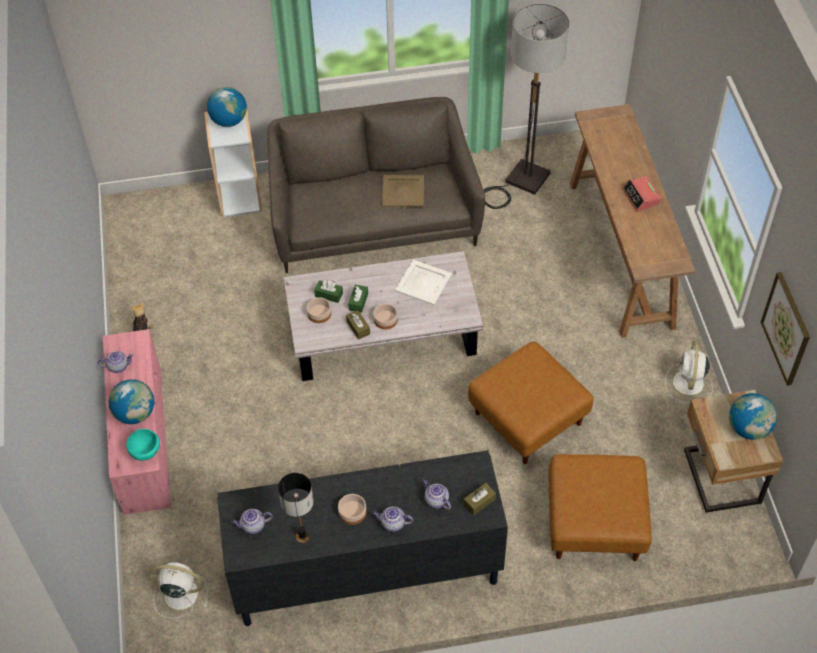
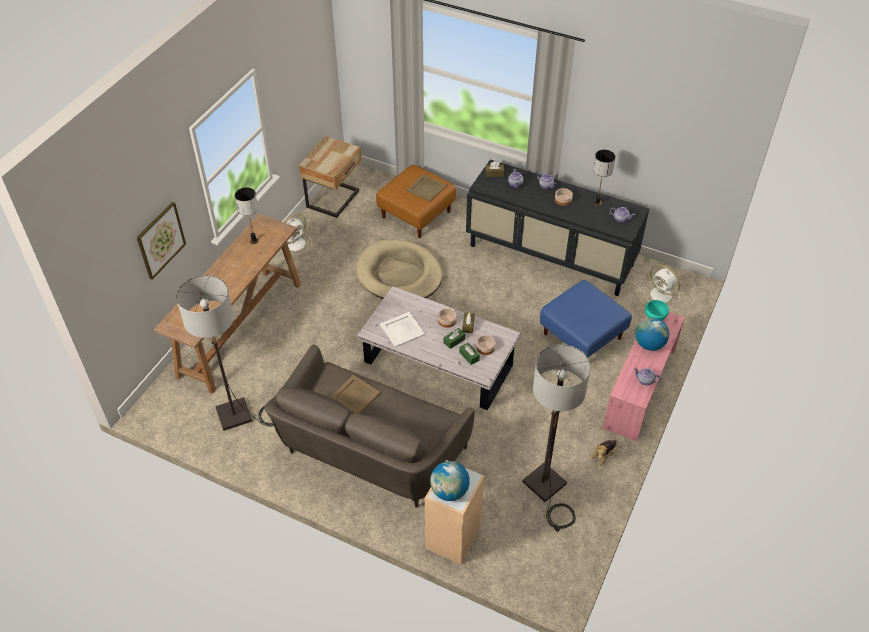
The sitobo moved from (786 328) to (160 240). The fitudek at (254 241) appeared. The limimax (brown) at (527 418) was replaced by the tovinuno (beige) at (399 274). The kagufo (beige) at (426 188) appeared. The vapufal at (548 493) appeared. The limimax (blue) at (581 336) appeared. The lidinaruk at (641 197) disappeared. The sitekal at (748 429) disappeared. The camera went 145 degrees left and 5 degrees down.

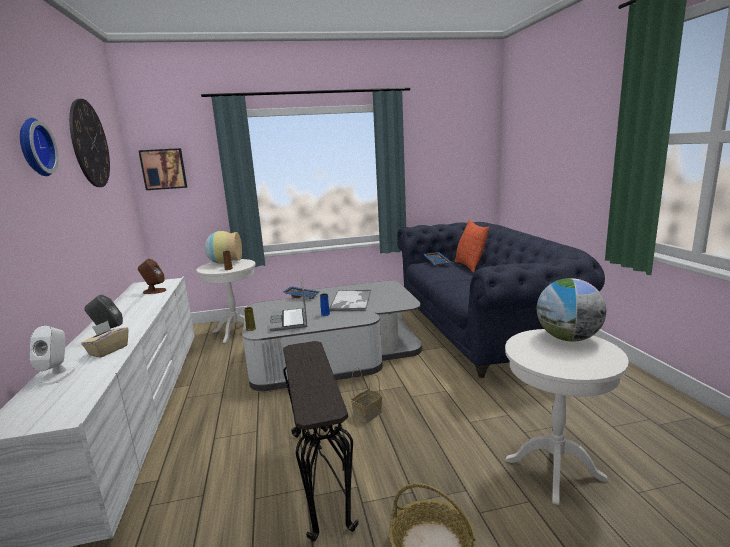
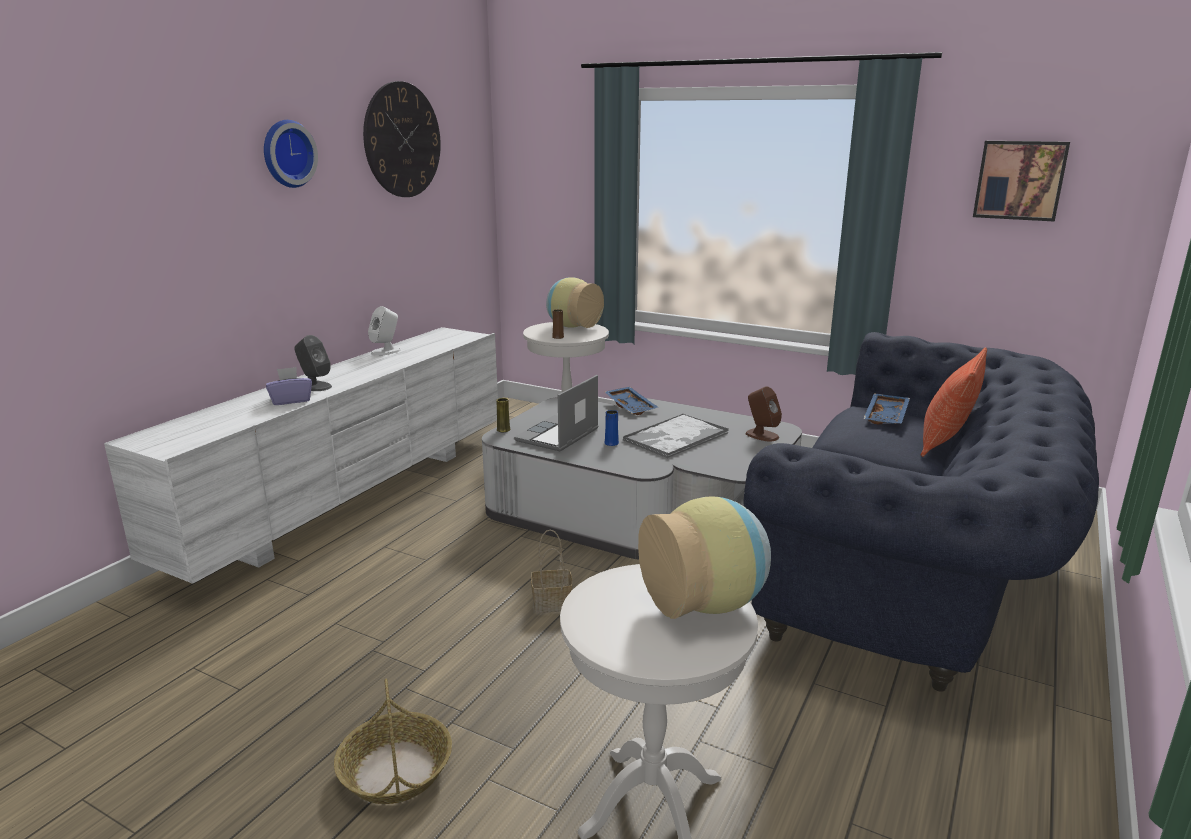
The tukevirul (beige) at (108 350) became the tukevirul (purple) at (291 400). The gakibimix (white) moved from (57 375) to (386 351). The sitekal at (568 338) was replaced by the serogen at (707 604). The gakibimix (brown) moved from (154 291) to (761 435). The sitobo moved from (164 169) to (1020 180). The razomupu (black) at (320 476) disappeared. The camera went 40 degrees right and 5 degrees up.

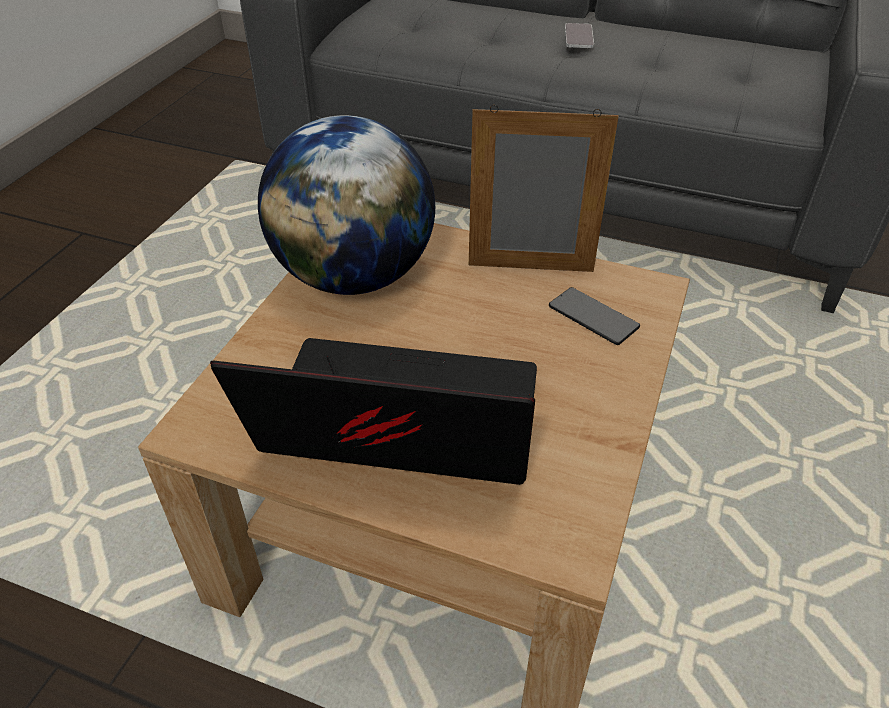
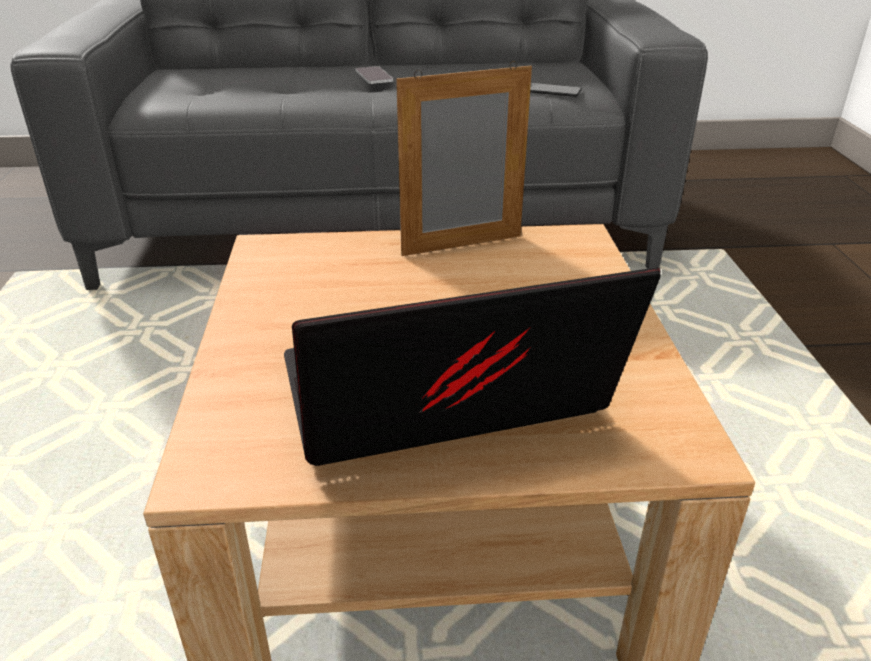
The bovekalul moved from (593 317) to (551 91). The sitekal at (354 276) disappeared. The camera went 25 degrees left and 10 degrees down.

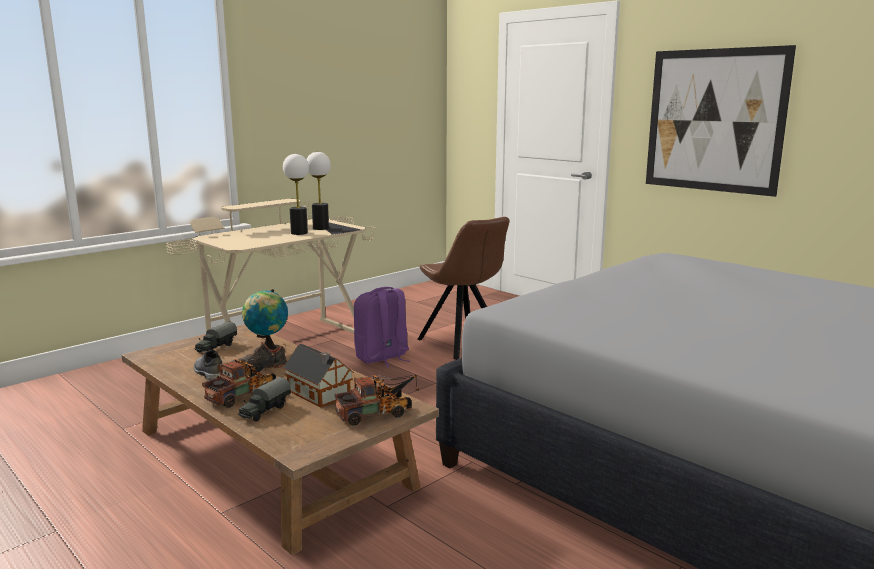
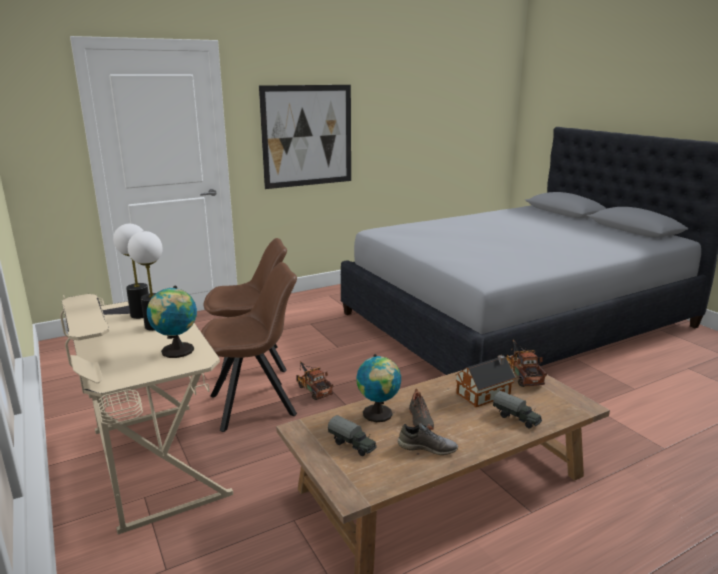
The sitekal at (176 352) appeared. The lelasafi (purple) at (382 358) was replaced by the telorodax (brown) at (253 405). The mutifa moved from (246 394) to (312 389). The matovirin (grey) at (208 373) turned 150 degrees counterclockwise. The camera went 75 degrees left and 5 degrees up.

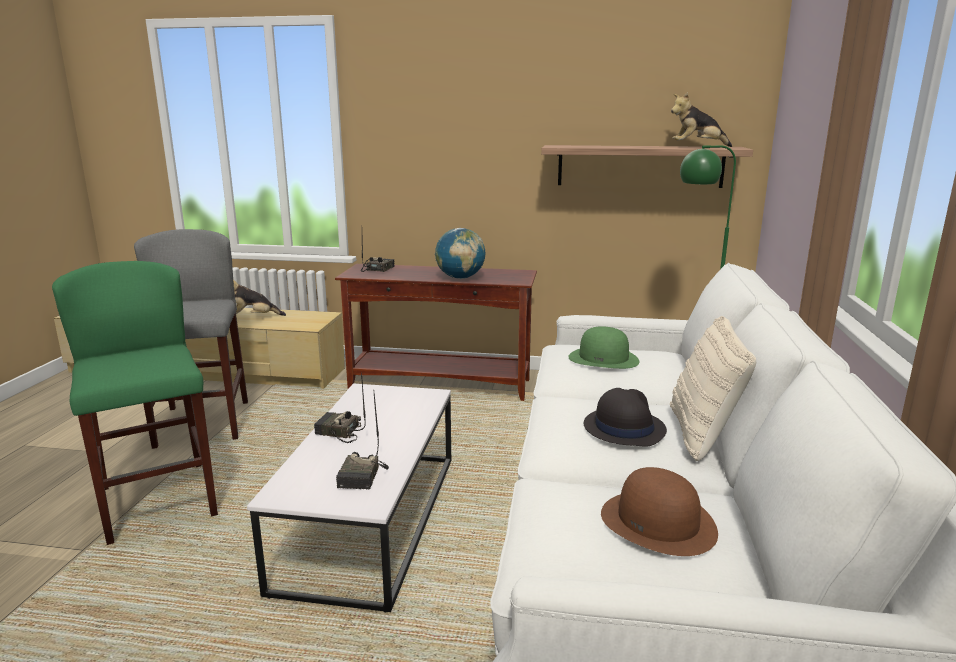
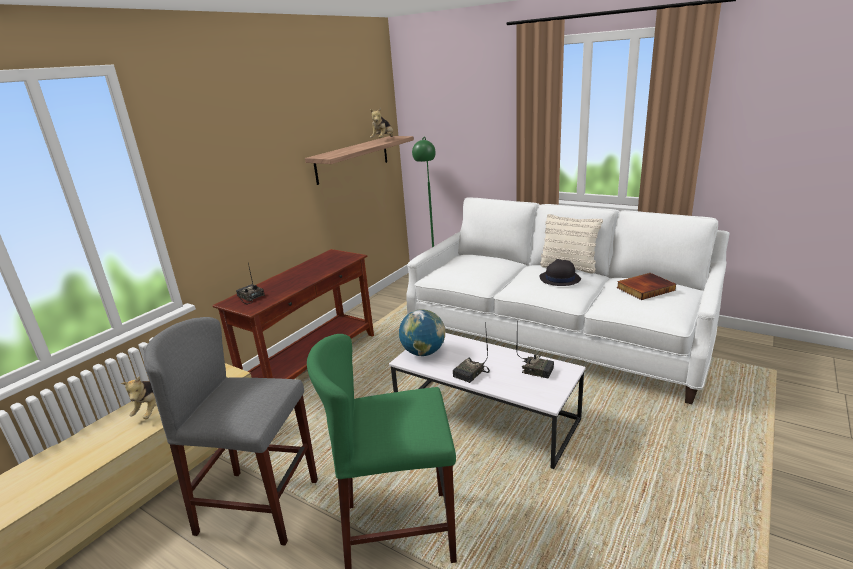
The sitekal moved from (460 278) to (423 353). The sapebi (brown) at (658 522) was replaced by the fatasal at (645 288). The sapebi (green) at (604 358) disappeared. The camera went 65 degrees left and 5 degrees up.

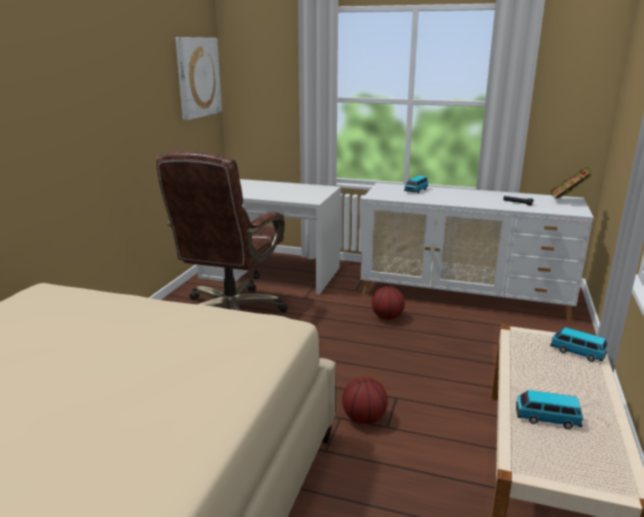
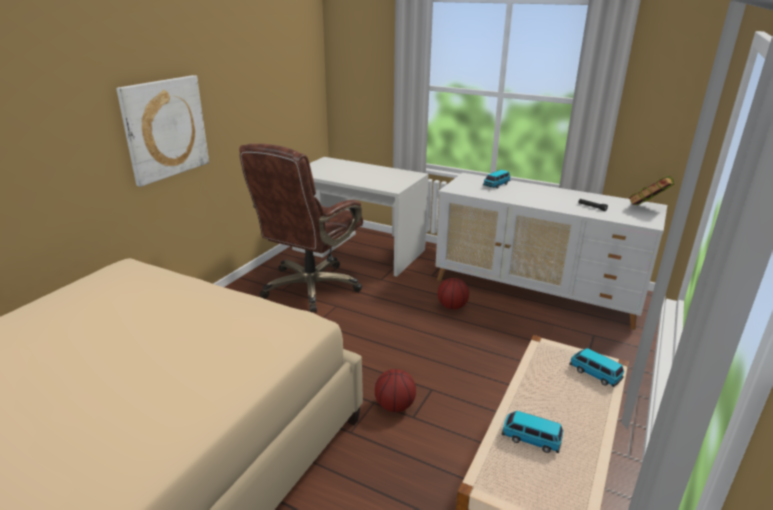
The sitobo moved from (198 77) to (165 128). The camera went 10 degrees right and 5 degrees up.

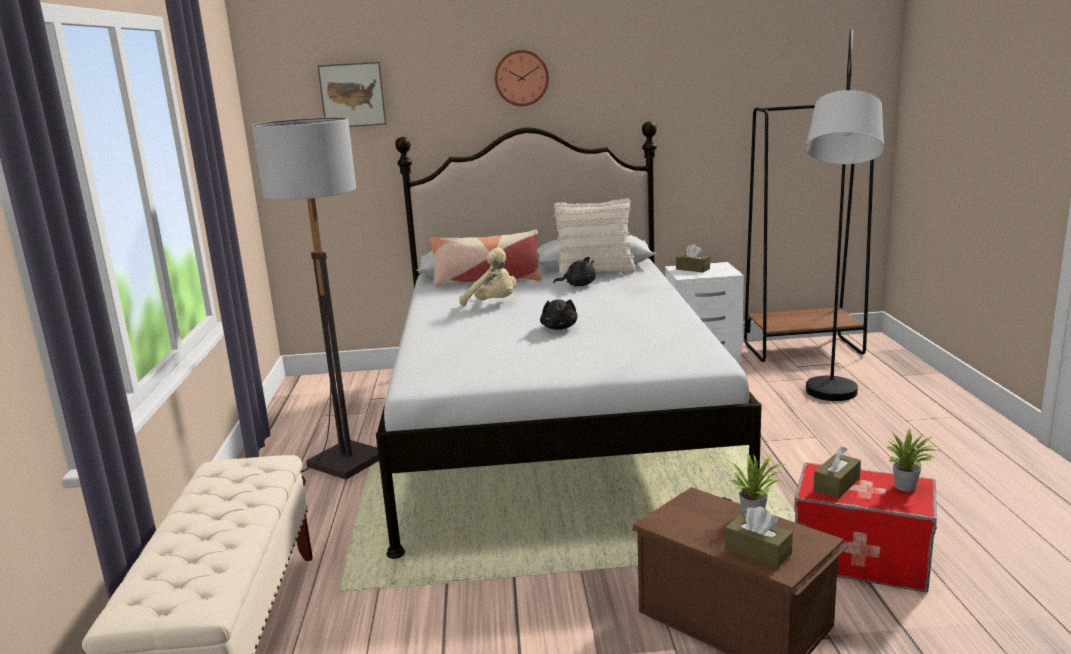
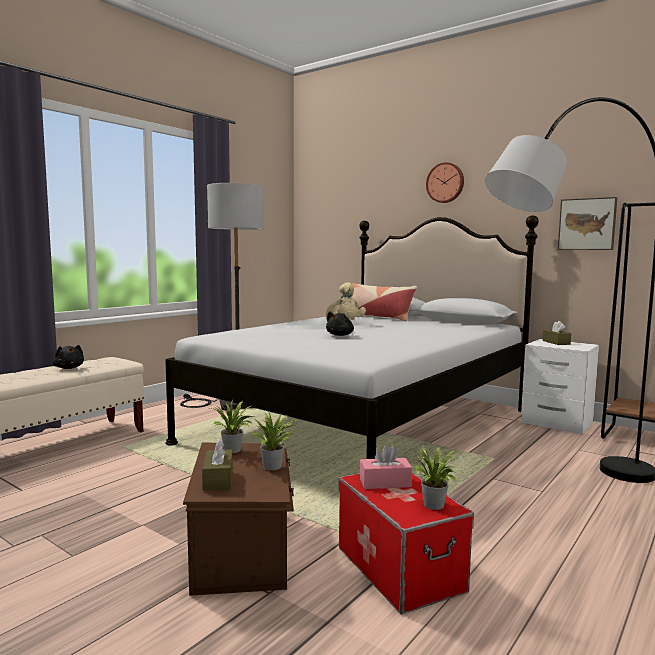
The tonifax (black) moved from (578 285) to (69 368). The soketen at (233 451) appeared. The tukevirul (brown) at (836 485) became the tukevirul (pink) at (385 483). The sitobo moved from (353 95) to (587 224). The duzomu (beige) at (596 273) disappeared. The camera went 40 degrees right and 10 degrees down.

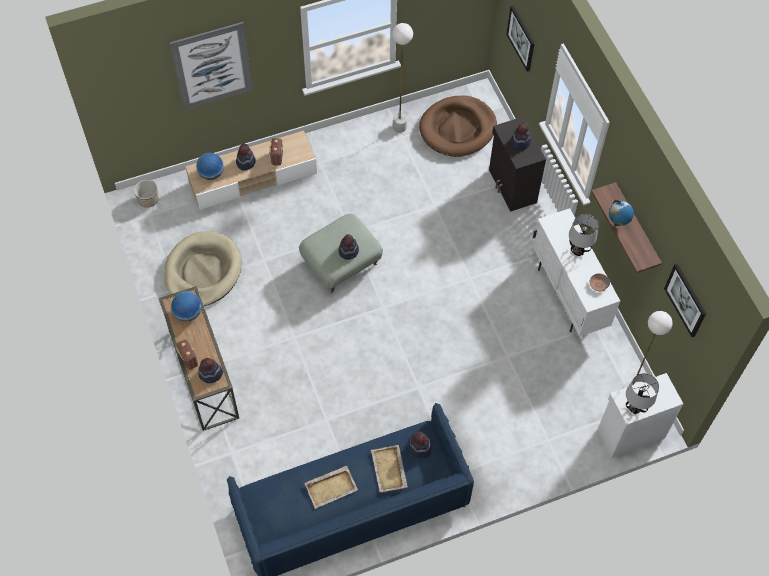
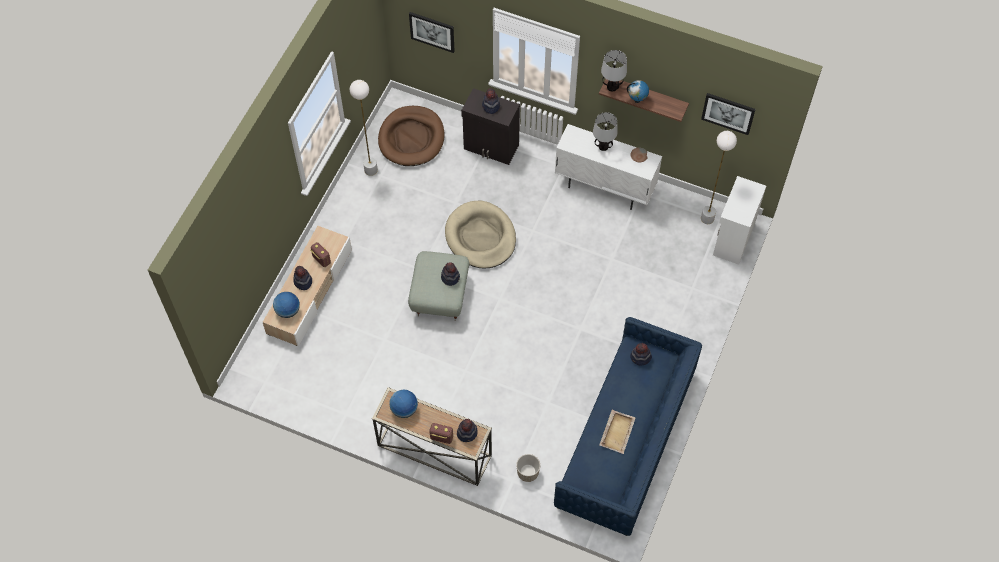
The tovinuno (beige) moved from (203 271) to (480 237). The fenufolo moved from (148 200) to (528 472). The fitudek moved from (635 408) to (612 87). The sitobo at (212 66) disappeared. The kagufo (beige) at (389 469) disappeared. The camera went 45 degrees left and 0 degrees up.

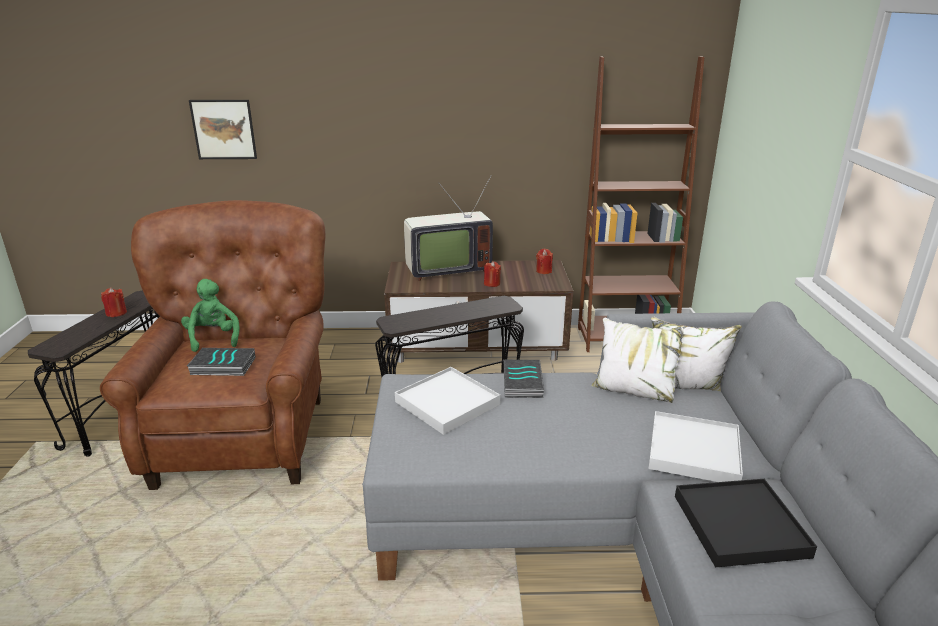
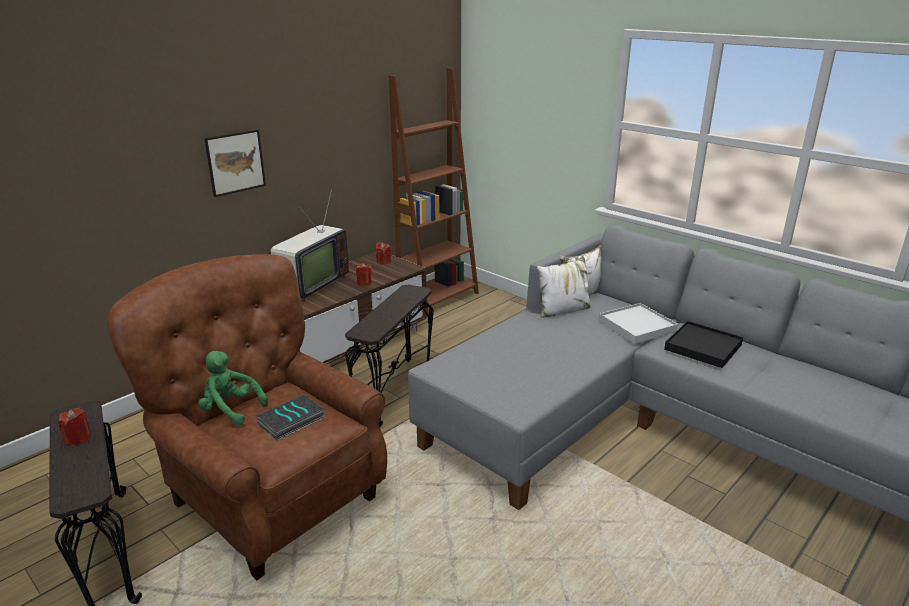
The sitobo moved from (224 129) to (235 162). The kagufo (white) at (447 403) disappeared. The fatasal at (523 383) disappeared. The camera went 45 degrees left and 0 degrees up.

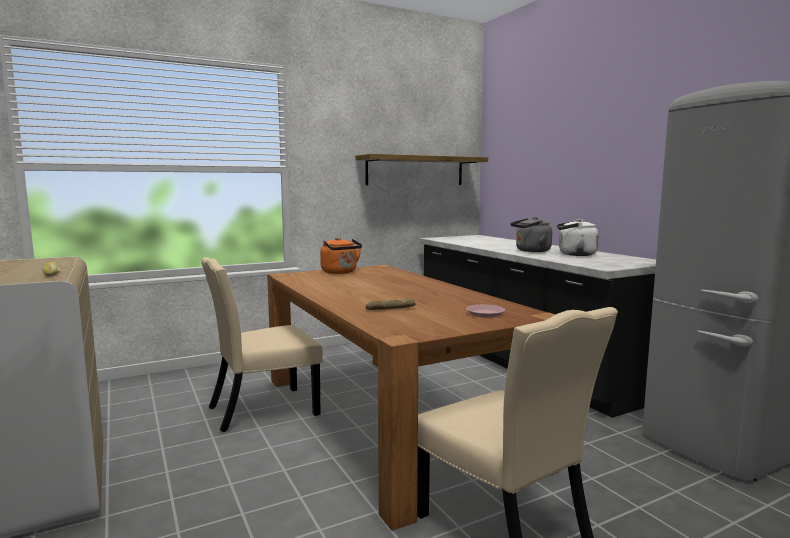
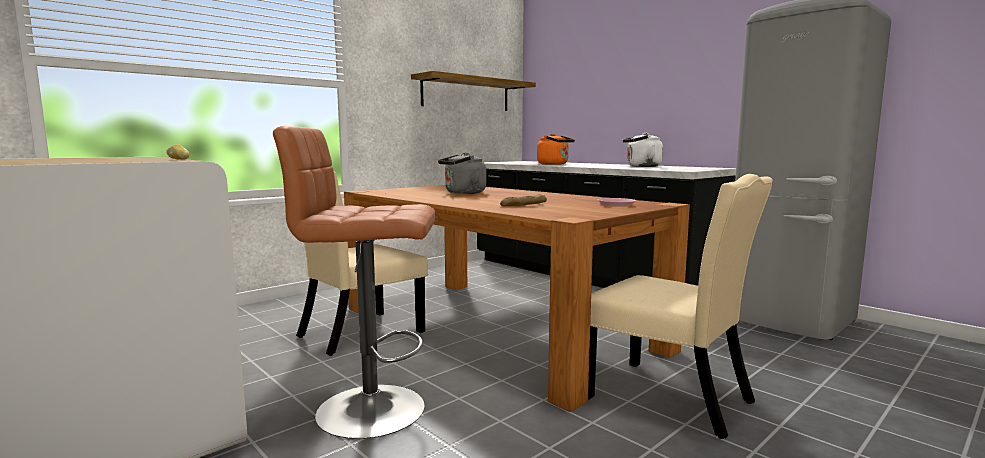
The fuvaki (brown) at (370 410) appeared. The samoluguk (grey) moved from (531 251) to (463 193). The samoluguk (orange) moved from (340 272) to (554 164). The camera went 15 degrees left and 0 degrees up.

